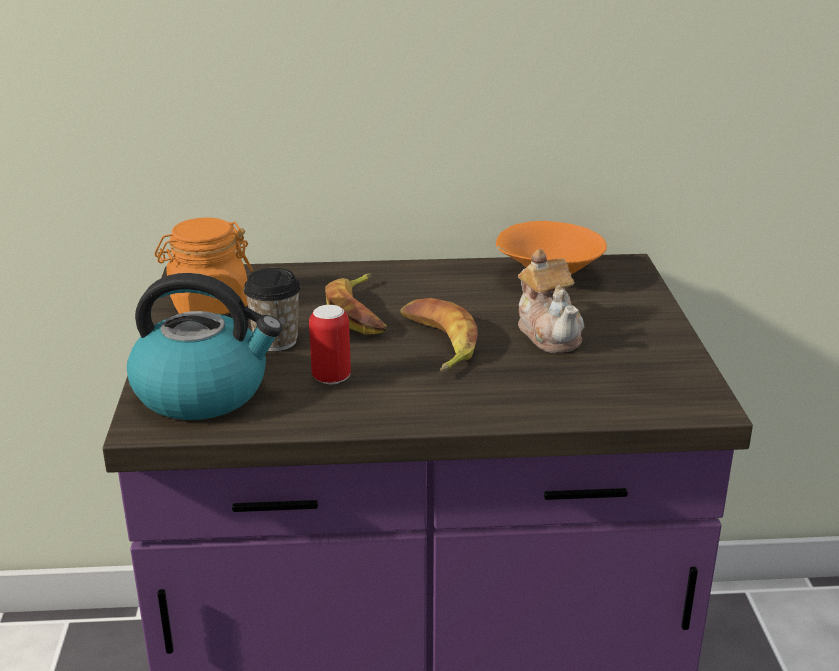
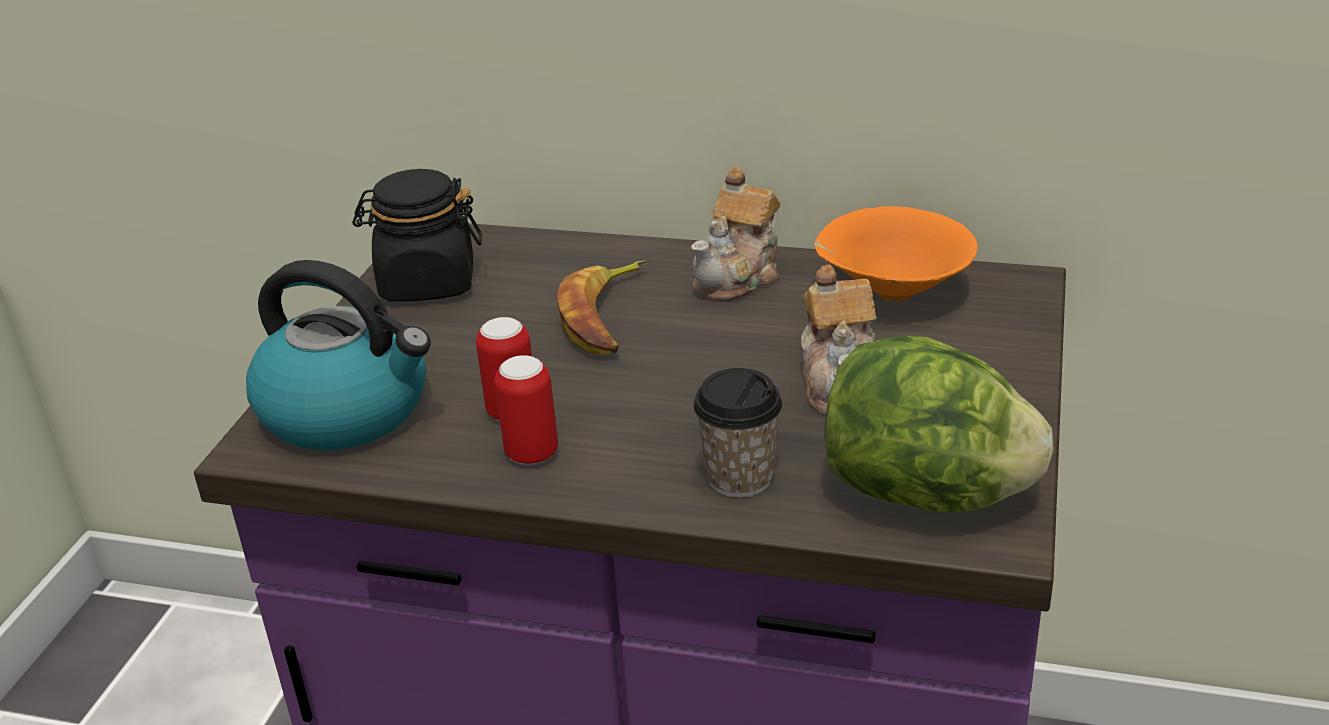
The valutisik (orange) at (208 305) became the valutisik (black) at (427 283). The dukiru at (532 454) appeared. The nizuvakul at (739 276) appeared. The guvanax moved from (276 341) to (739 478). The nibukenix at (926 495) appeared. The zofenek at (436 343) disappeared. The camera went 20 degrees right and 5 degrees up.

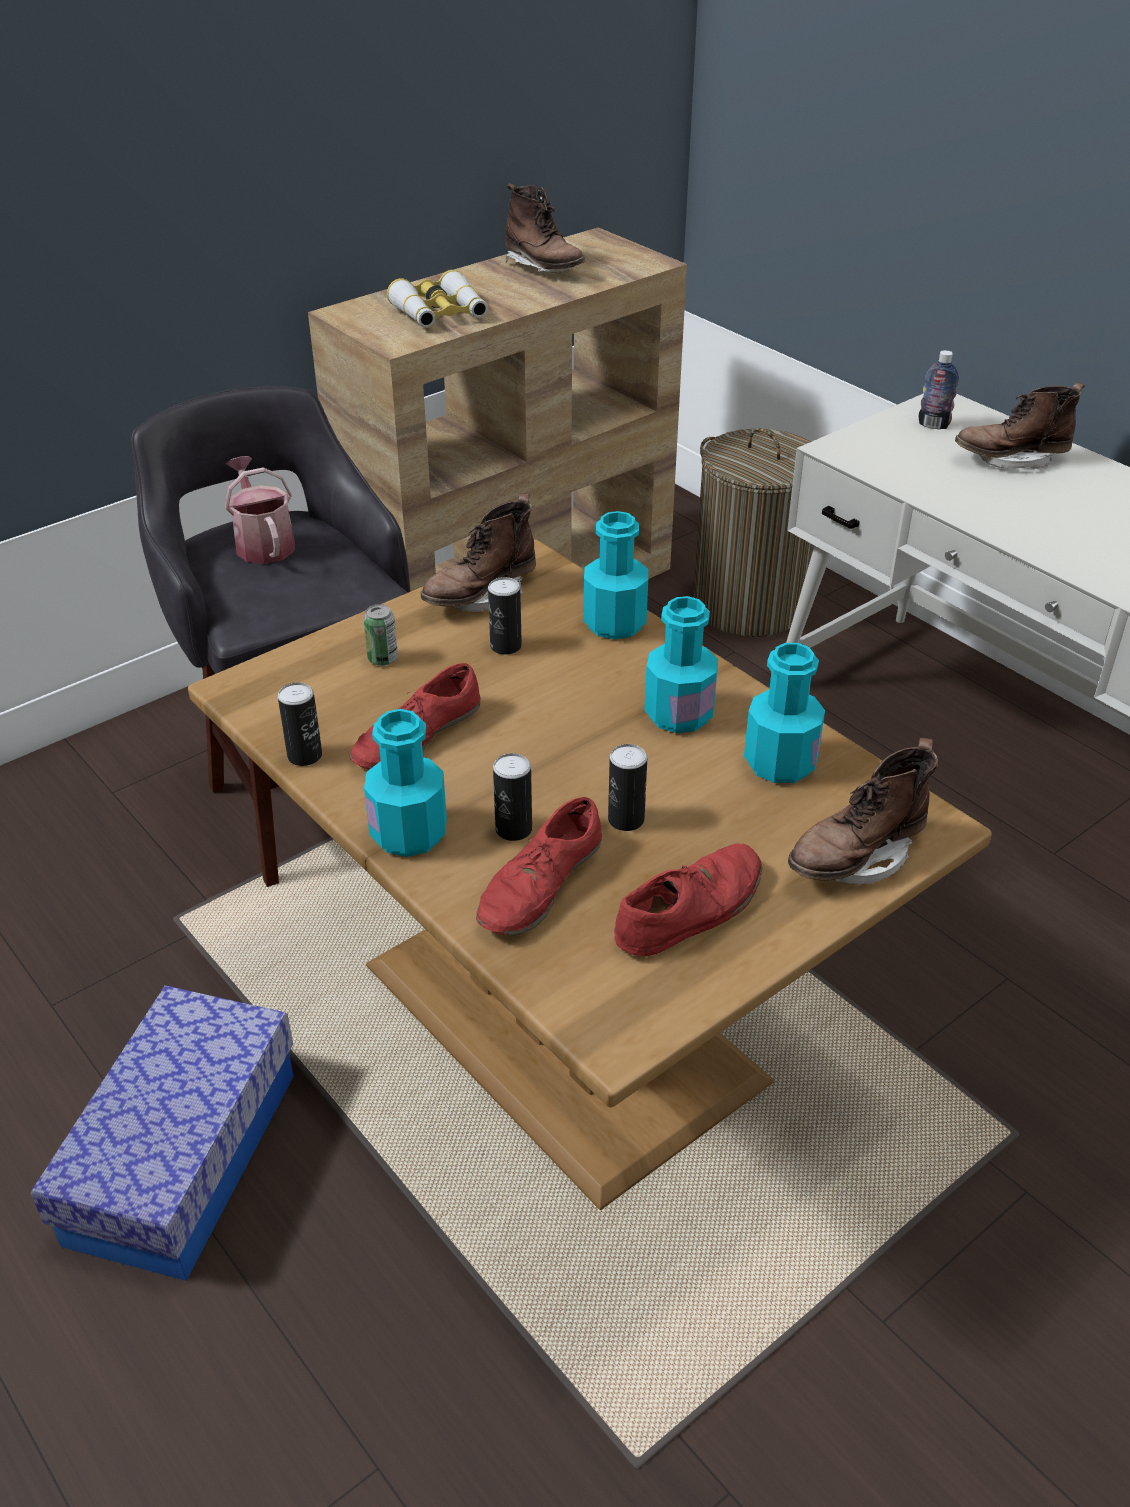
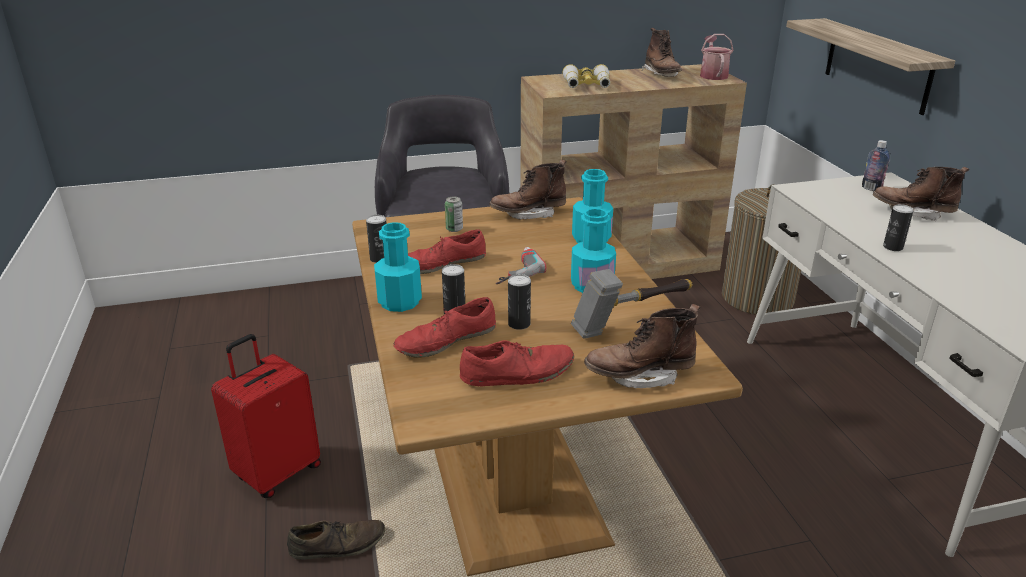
The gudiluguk at (183 1156) was replaced by the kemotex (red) at (277 472). The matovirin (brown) at (338 545) appeared. The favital at (514 270) appeared. The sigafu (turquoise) at (780 763) was replaced by the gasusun at (632 320). The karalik moved from (263 543) to (713 75). The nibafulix at (877 65) appeared. The dukiru moved from (506 646) to (893 247). The camera went 25 degrees right and 10 degrees down.

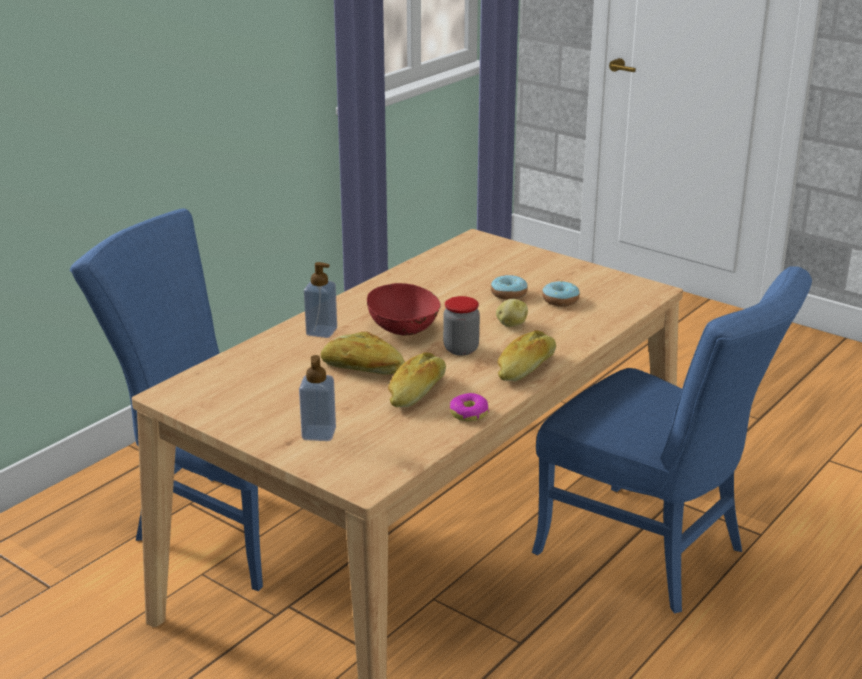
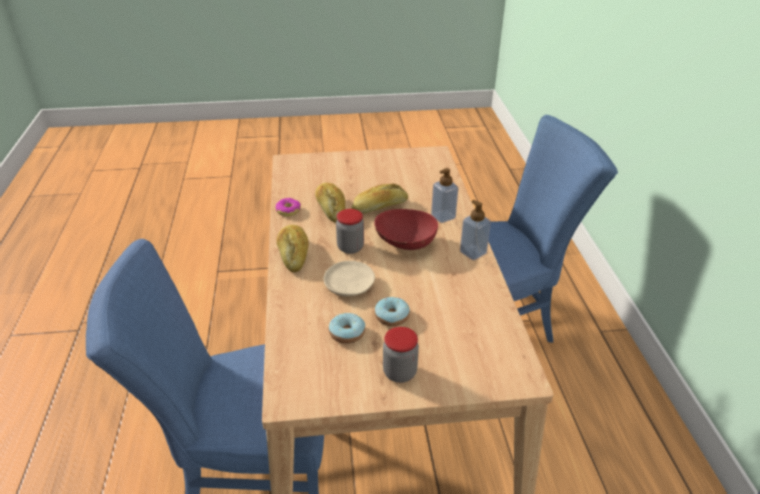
The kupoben at (511 324) was replaced by the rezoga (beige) at (349 285). The valutisik at (399 372) appeared. The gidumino moved from (319 433) to (473 252). The camera went 135 degrees right and 10 degrees up.

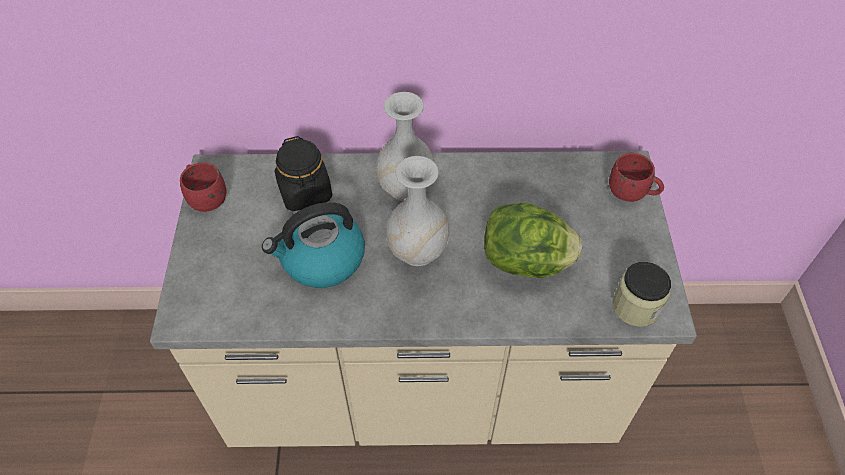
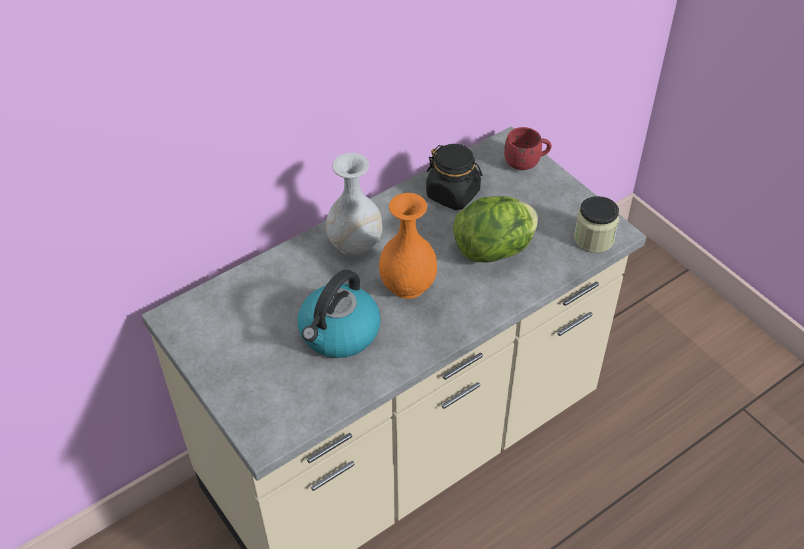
The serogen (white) at (418 251) became the serogen (orange) at (408 285). The valutisik (black) moved from (305 192) to (453 194). The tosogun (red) at (205 197) disappeared. The camera went 35 degrees left and 5 degrees down.

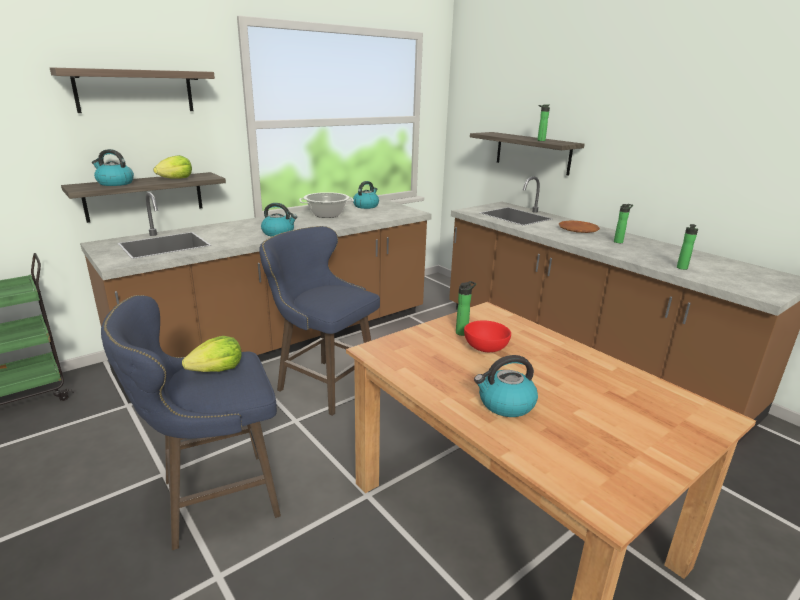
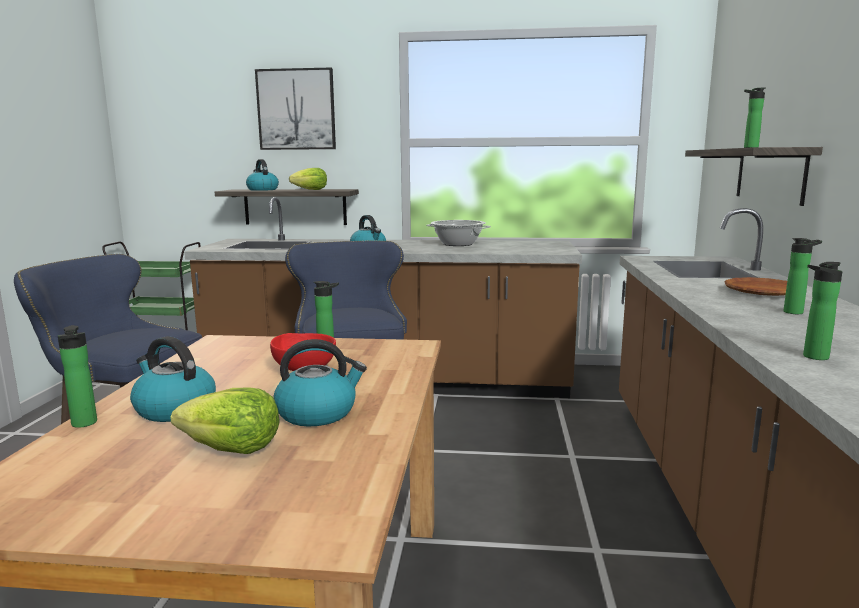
The sigafu at (84 424) appeared. The nibukenix moved from (217 370) to (232 448). The nibafulix at (135 91) was replaced by the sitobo at (296 109). The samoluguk moved from (366 206) to (318 413). The camera went 45 degrees right and 10 degrees down.

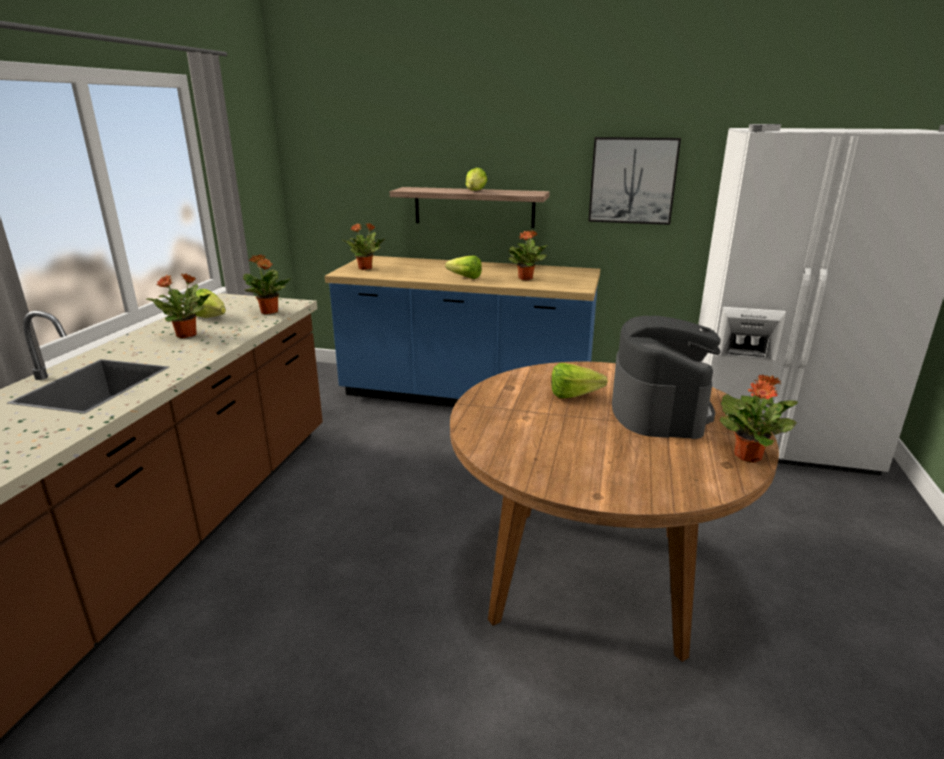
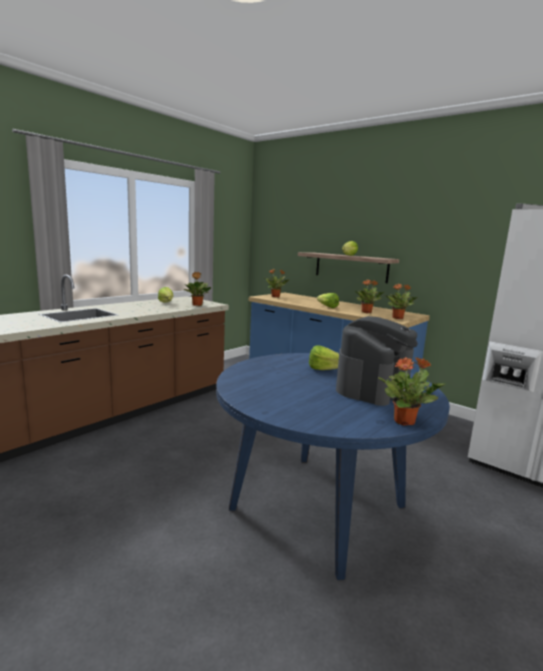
The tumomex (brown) at (591 575) became the tumomex (blue) at (318 507). The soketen moved from (187 335) to (398 318). The sitobo at (632 180) disappeared. The camera went 25 degrees right and 10 degrees down.

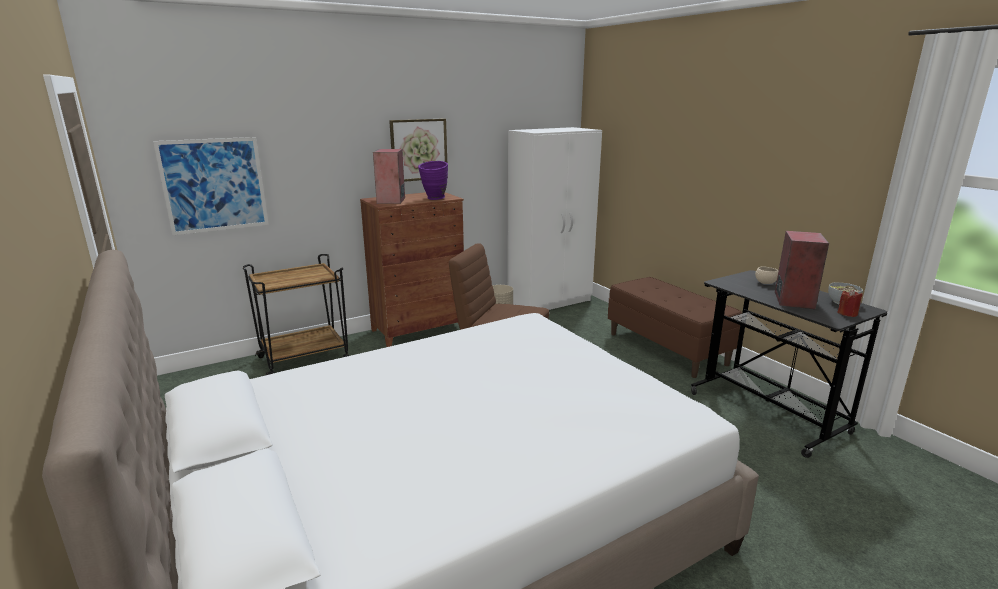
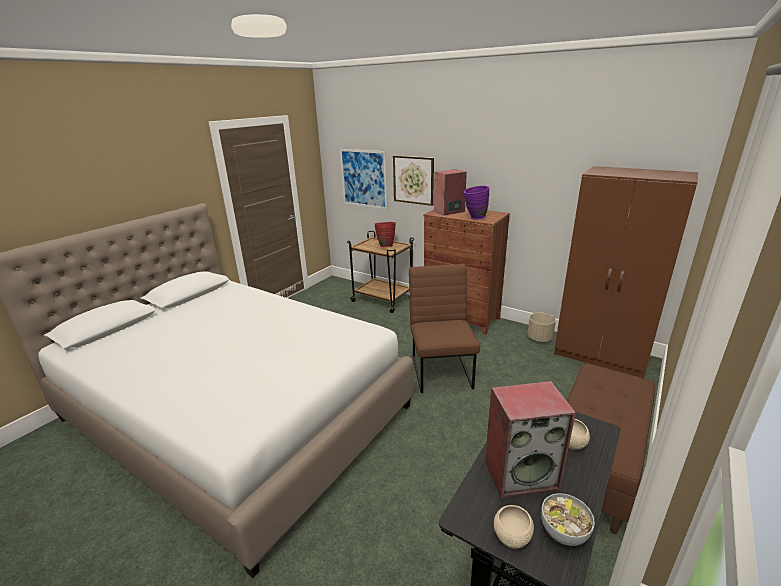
The serogen (red) at (385 246) appeared. The sitobo moved from (419 150) to (413 180). The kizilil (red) at (847 313) was replaced by the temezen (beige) at (511 537). The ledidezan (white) at (550 301) became the ledidezan (brown) at (601 356). The camera went 65 degrees right and 5 degrees up.

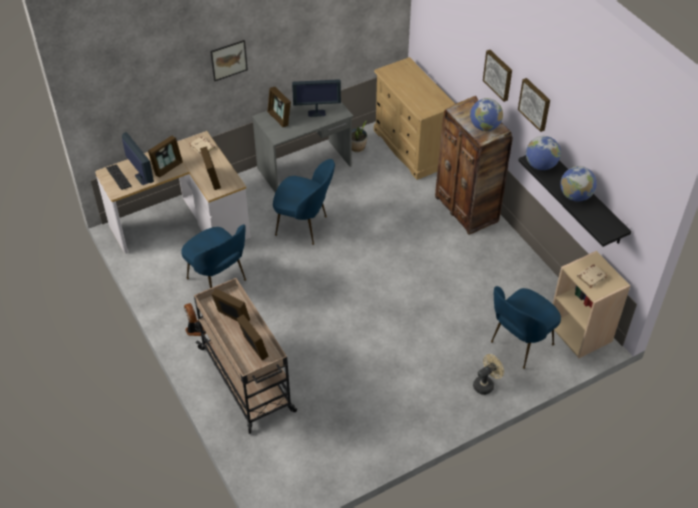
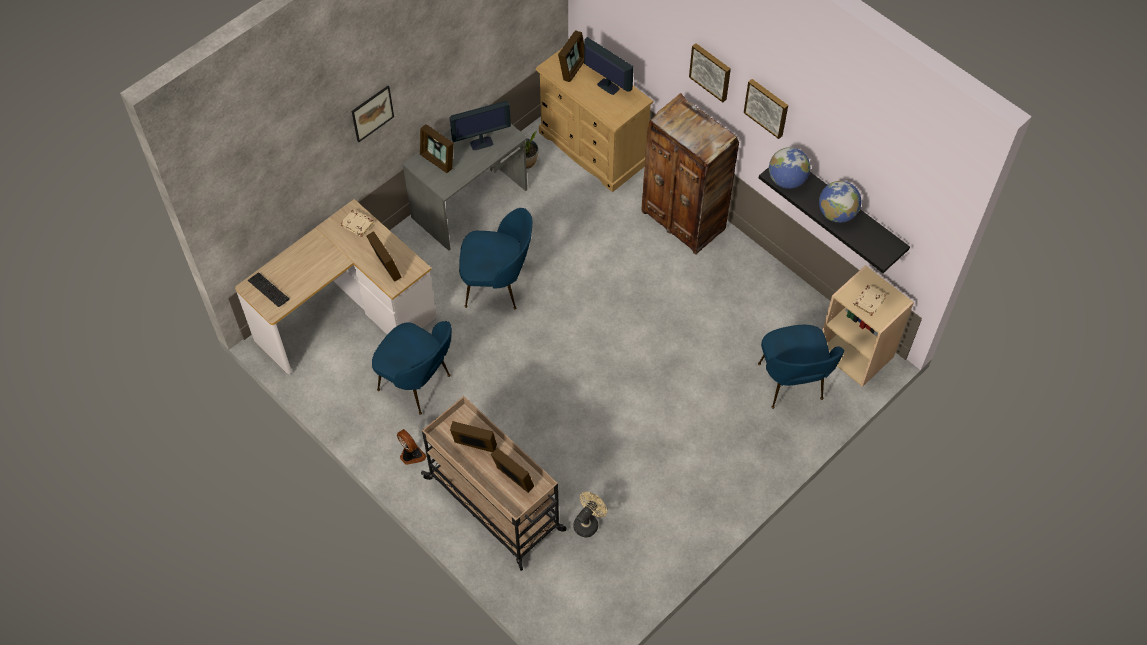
The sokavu moved from (167 167) to (572 68). The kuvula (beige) moved from (486 384) to (588 522). The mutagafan moved from (142 178) to (607 86). The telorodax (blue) at (518 346) turned 45 degrees counterclockwise. The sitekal at (484 127) disappeared. The camera went 15 degrees left and 10 degrees up.

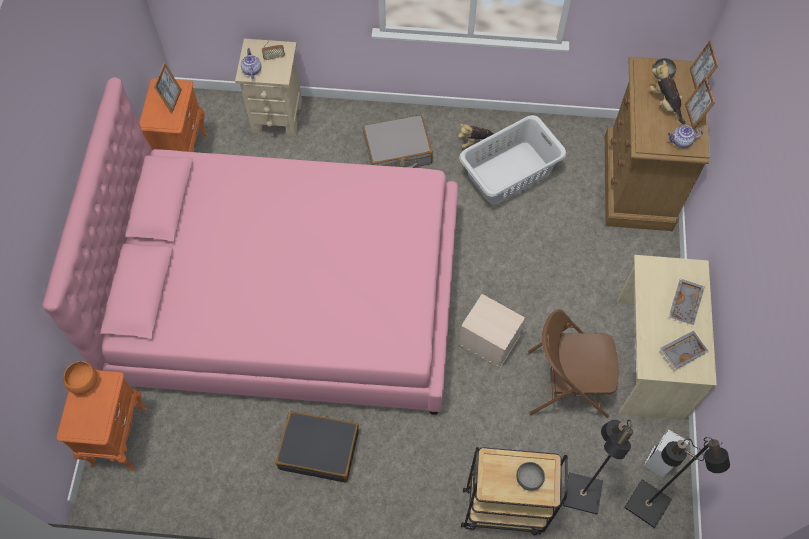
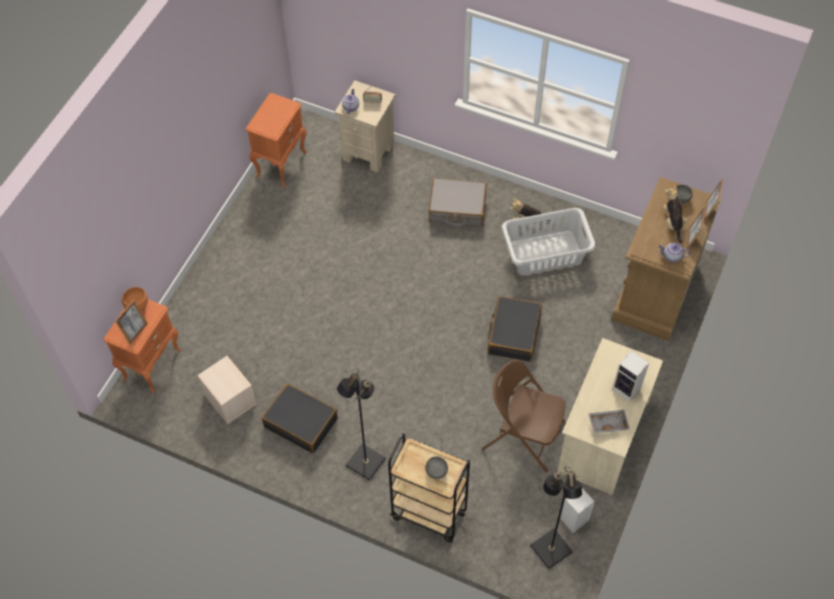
The sokavu moved from (172 100) to (135 332). The gudiluguk (beige) moved from (488 340) to (229 399). The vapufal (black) moved from (582 493) to (366 462). The kemotex (black) at (513 334) appeared. The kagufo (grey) at (685 304) was replaced by the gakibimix at (627 388). The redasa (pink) at (288 297) disappeared. The camera went 20 degrees right and 5 degrees down.

